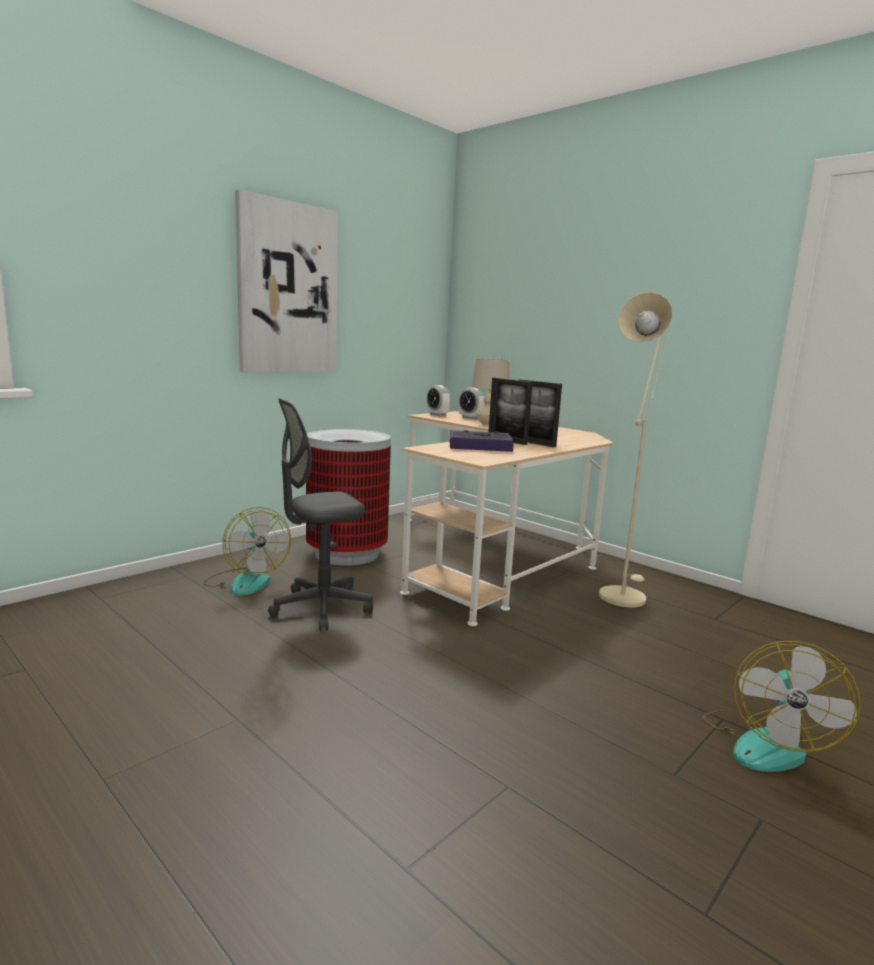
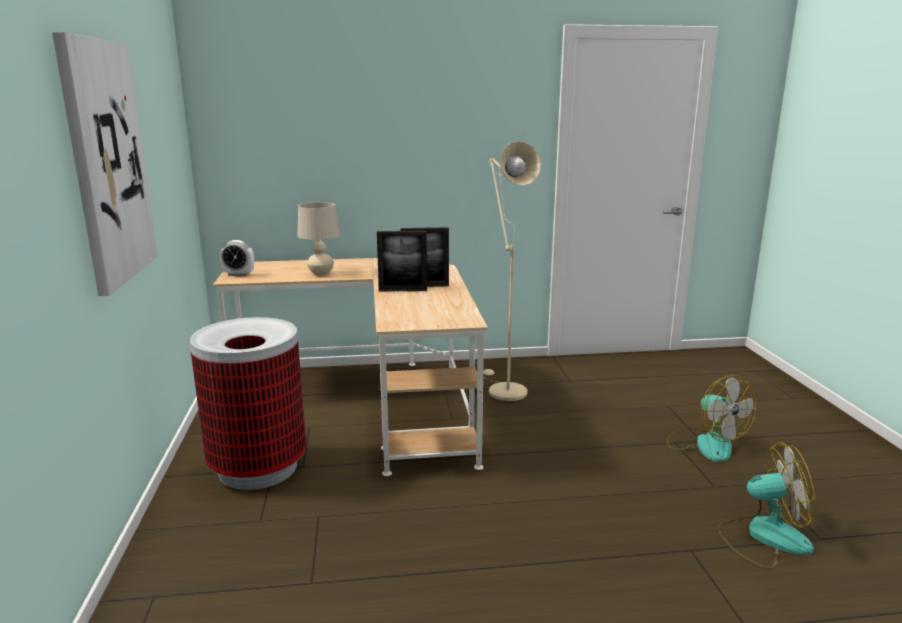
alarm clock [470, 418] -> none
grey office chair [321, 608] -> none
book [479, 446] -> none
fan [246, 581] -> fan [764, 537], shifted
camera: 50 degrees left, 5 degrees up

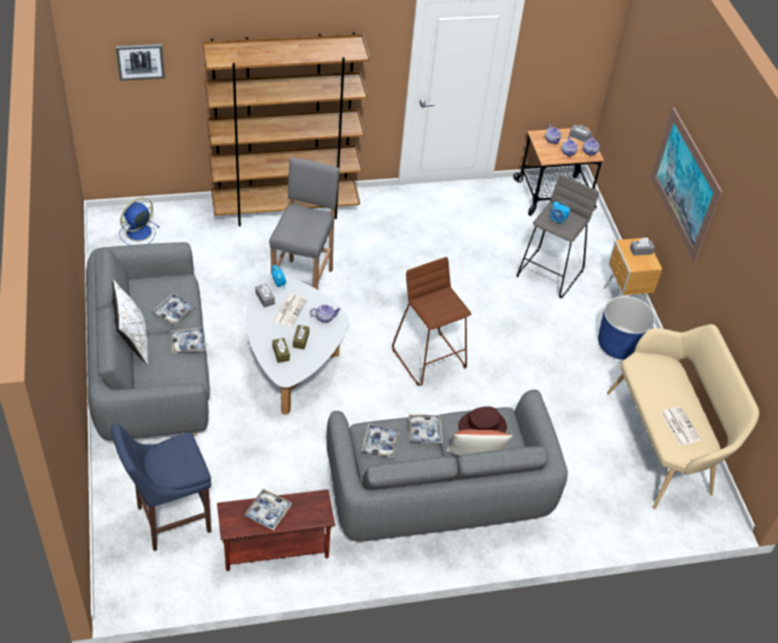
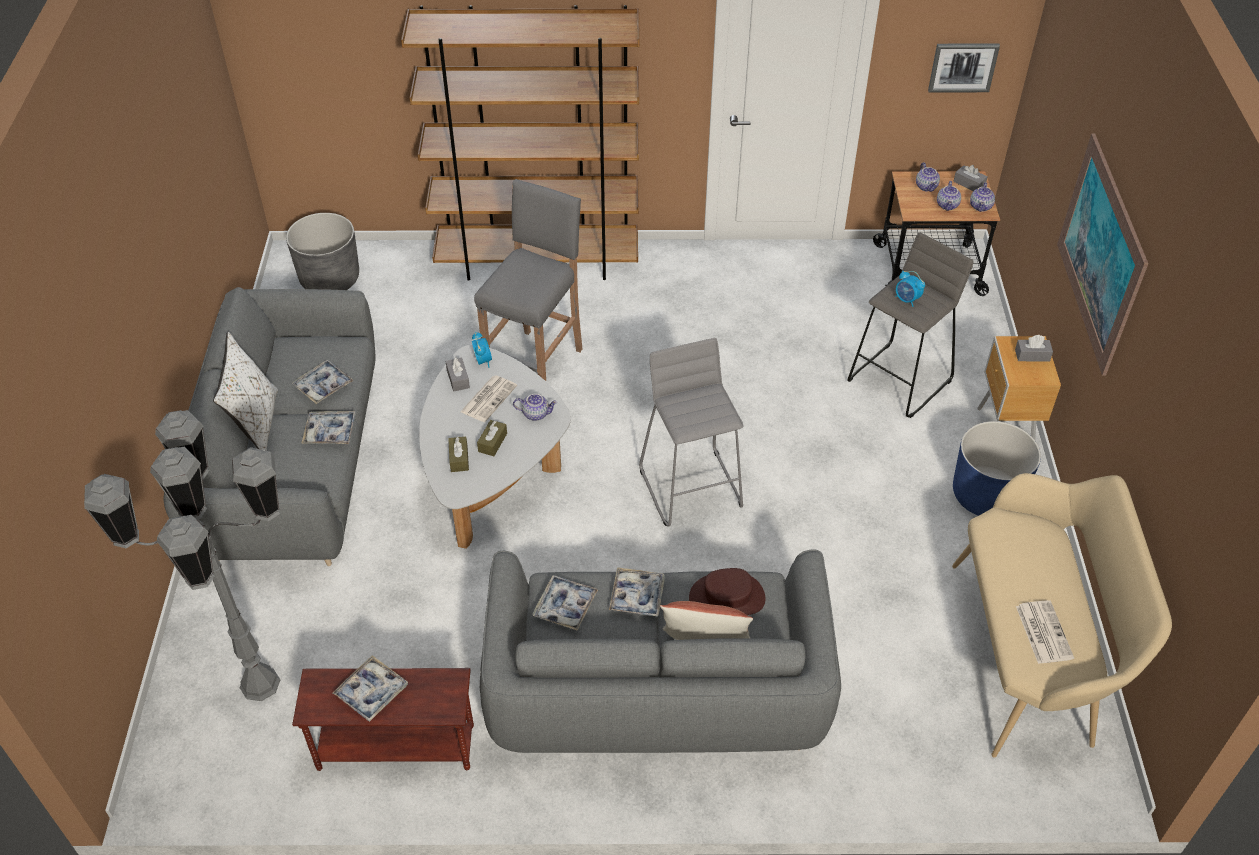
picture [140, 61] -> picture [963, 67], shifted
blue fan [138, 233] -> grey planter [330, 279]
brown stool [429, 358] -> grey stool [691, 487]
blue stool [169, 520] -> grey floor lamp [259, 683]
camera: 15 degrees right, 0 degrees up

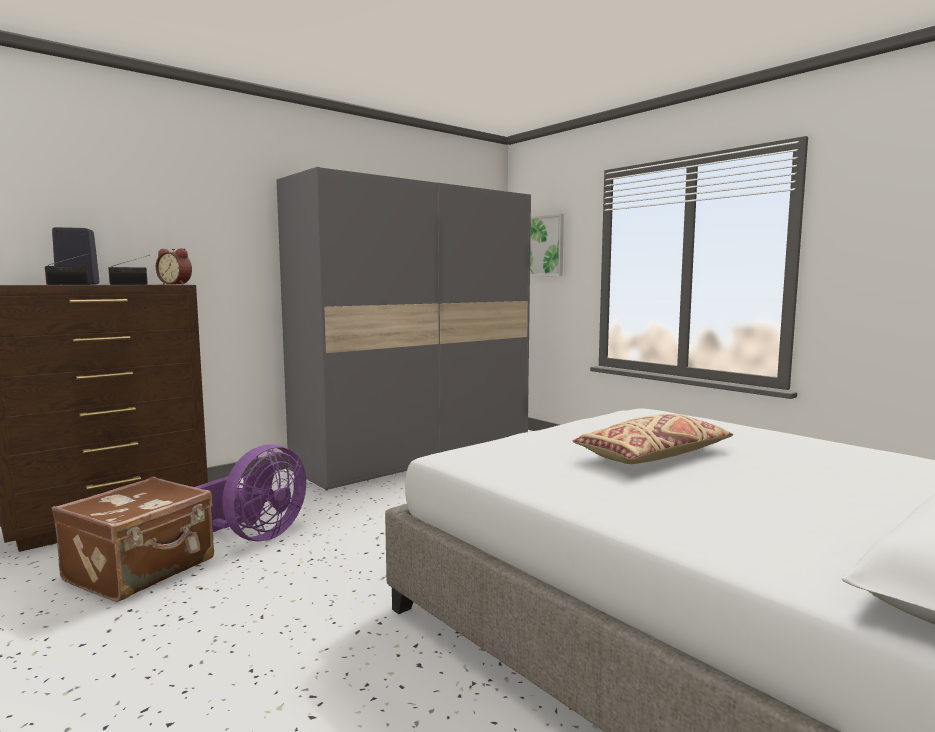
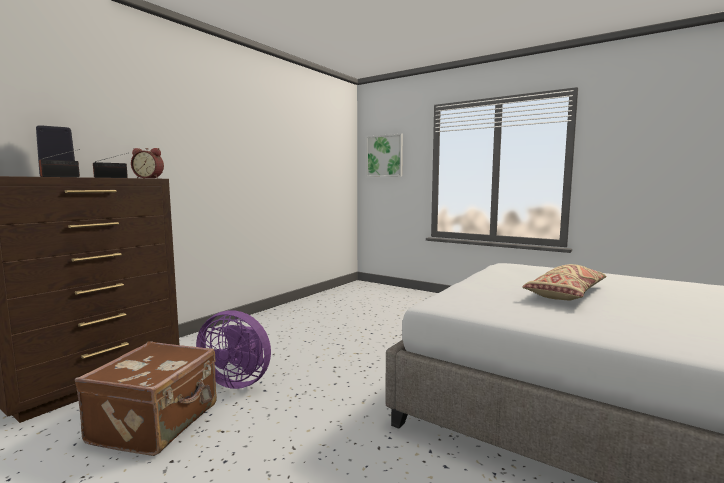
grey wardrobe [417, 455] -> none
purple fan [257, 536] -> purple fan [238, 381], 90 degrees clockwise
camera: 15 degrees left, 0 degrees up

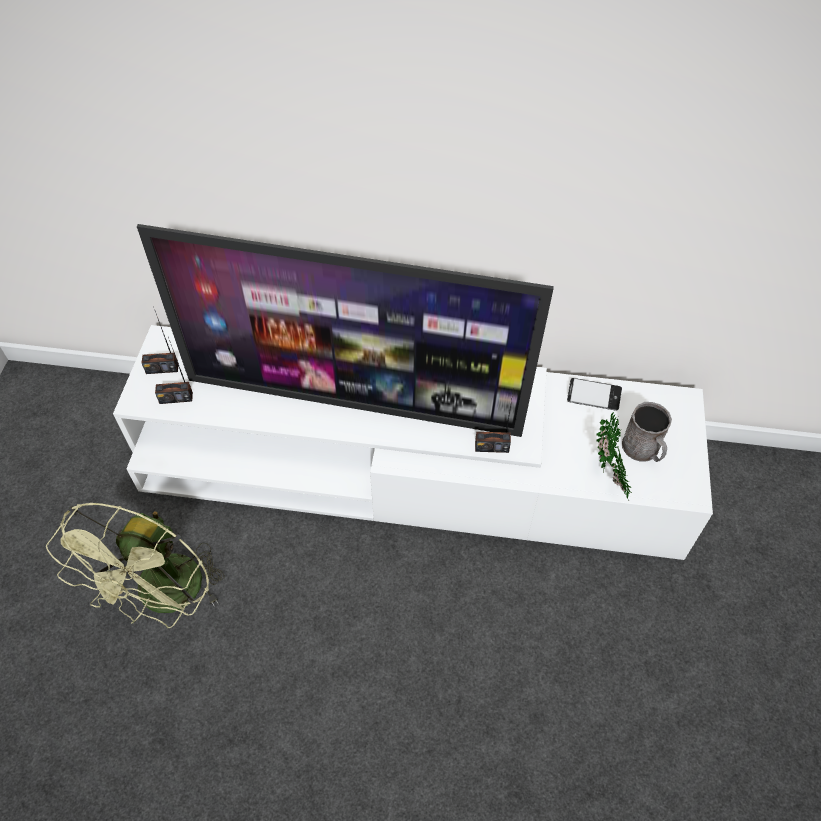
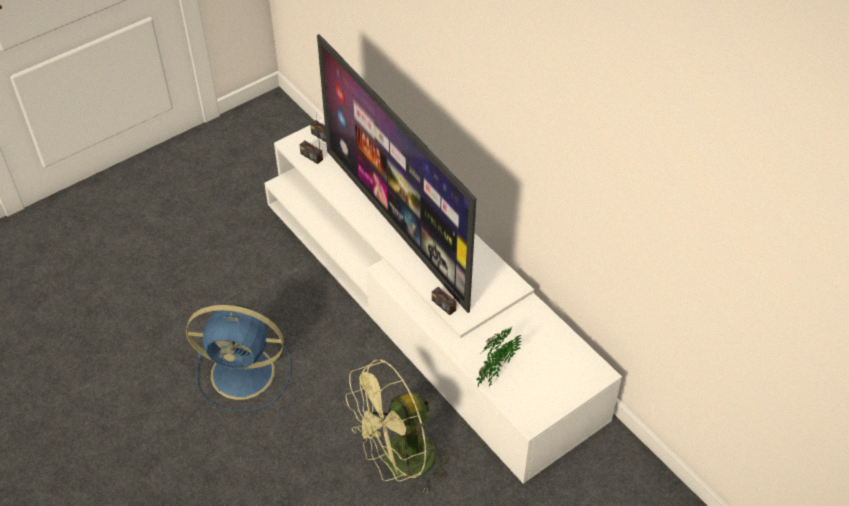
phone [593, 397] -> none
grey mug [643, 450] -> none
green fan [166, 599] -> green fan [399, 463], shifted
none -> blue fan [246, 373]
camera: 45 degrees right, 5 degrees down

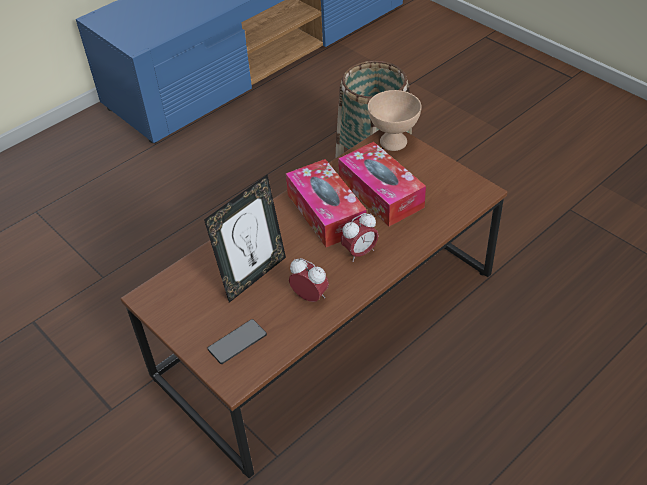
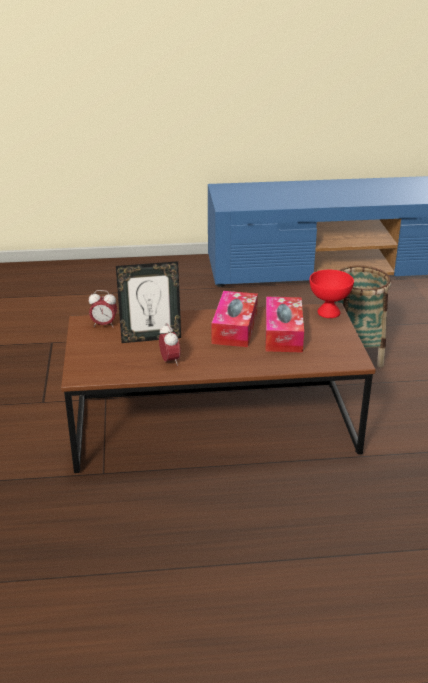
beige bowl [392, 142] -> red bowl [328, 312]
alarm clock [359, 252] -> alarm clock [104, 325], shifted
phone [237, 342] -> none
camera: 35 degrees right, 15 degrees down

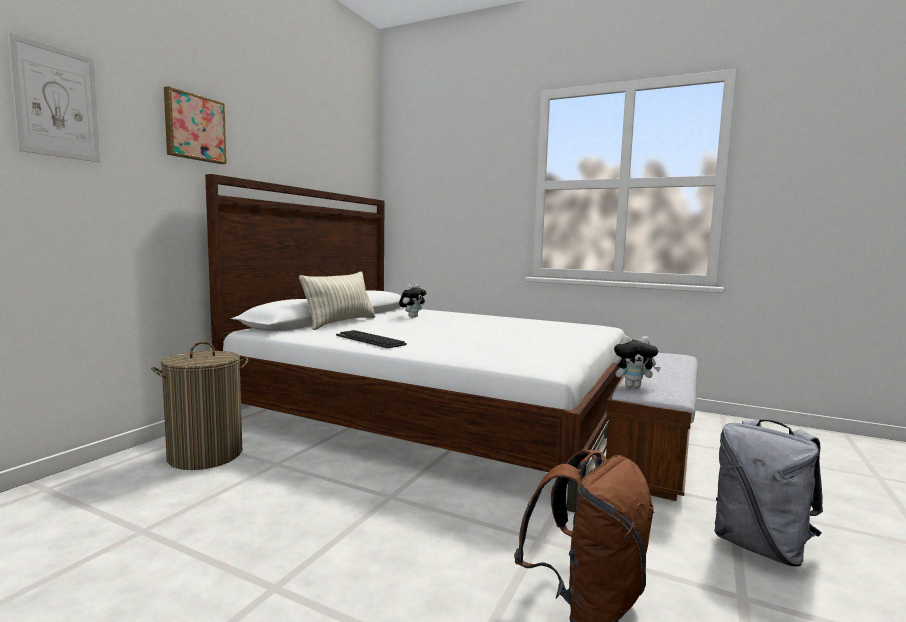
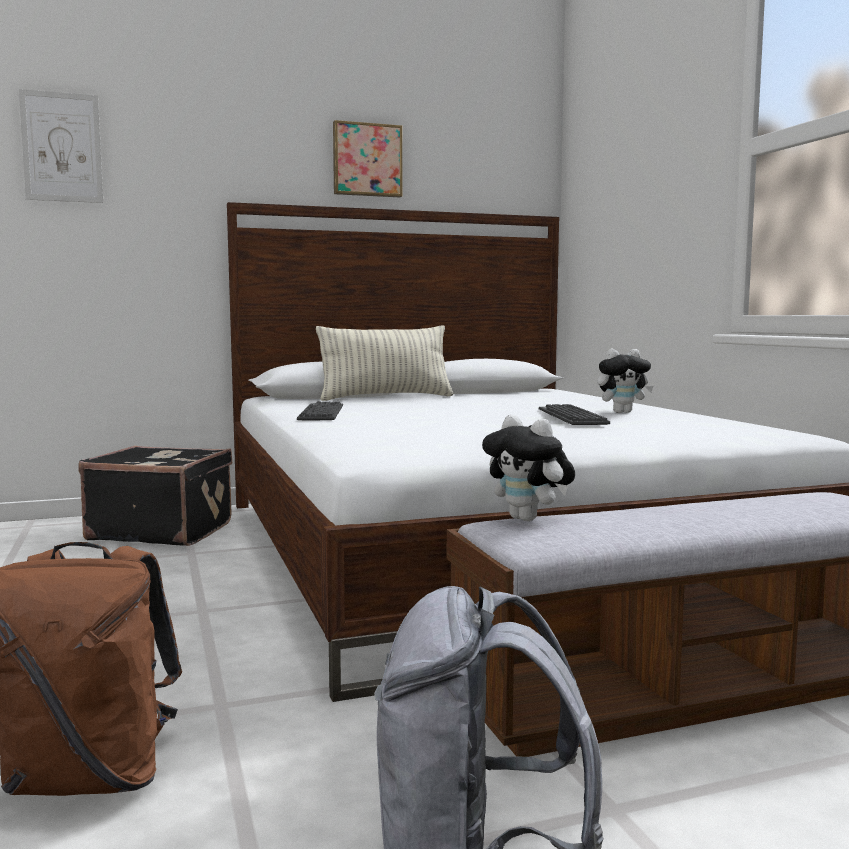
picture [194, 128] -> picture [367, 160], shifted
plush toy [412, 316] -> plush toy [622, 412], shifted
laundry basket [205, 455] -> black suitcase [161, 531]
none -> keyboard [571, 416]
camera: 45 degrees right, 0 degrees up

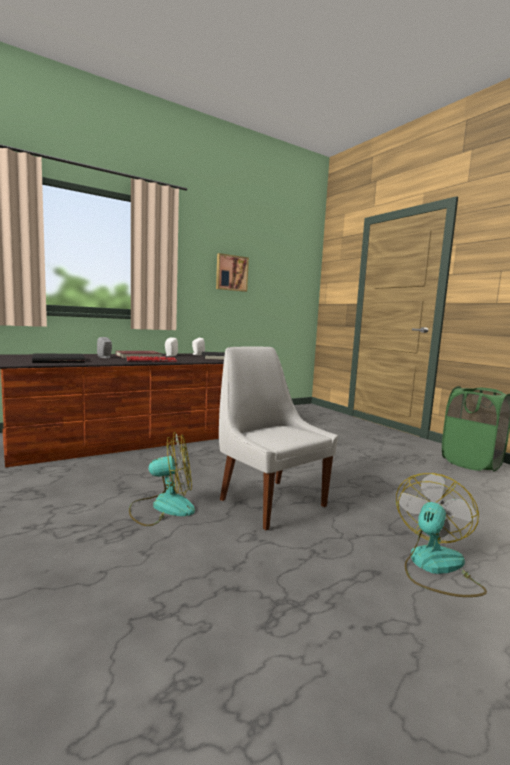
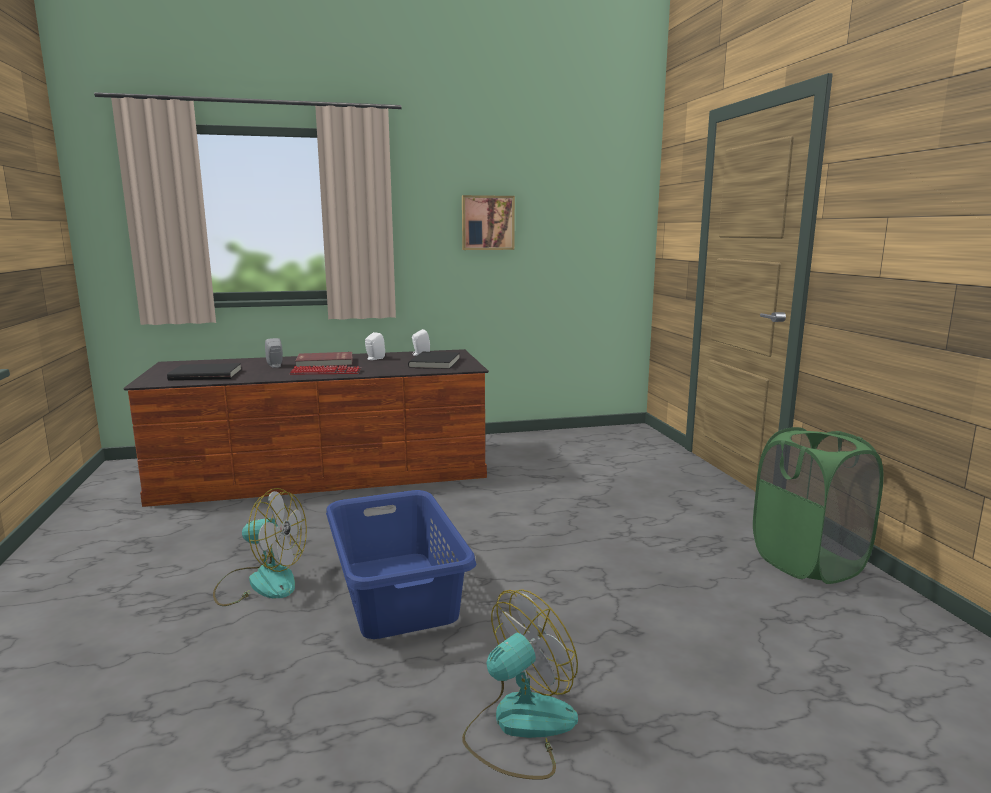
white chair [269, 501] -> blue laundry basket [398, 592]
camera: 20 degrees right, 5 degrees up

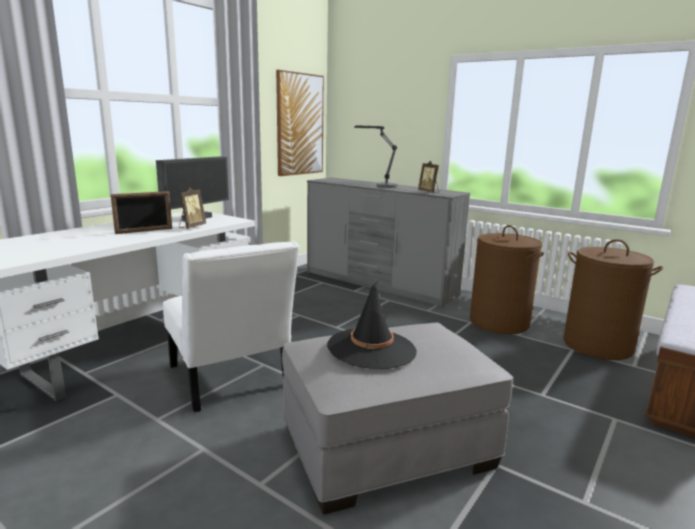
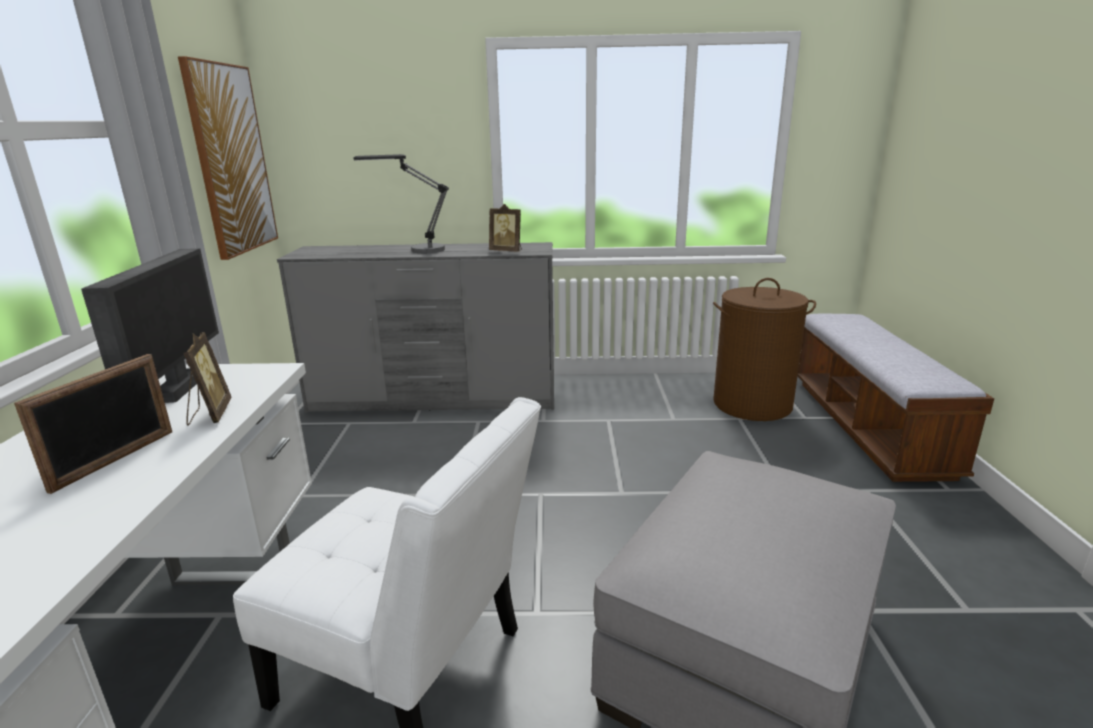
brown laundry basket [499, 322] -> none
black hat [371, 348] -> none
camera: 35 degrees left, 5 degrees up

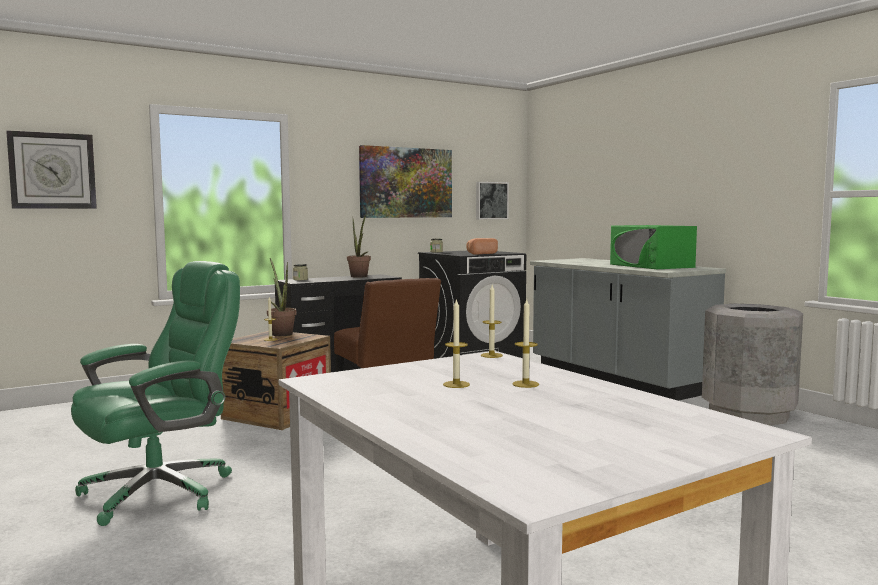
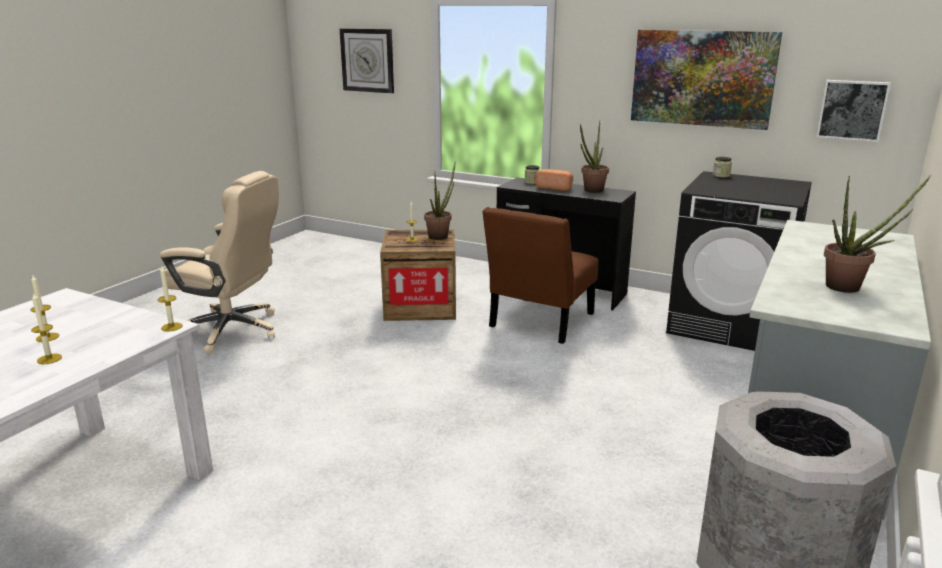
green microwave [651, 266] -> potted plant [850, 287]
bread [480, 254] -> bread [555, 188], shifted
green office chair [161, 492] -> beige office chair [232, 330]
camera: 60 degrees right, 15 degrees up

